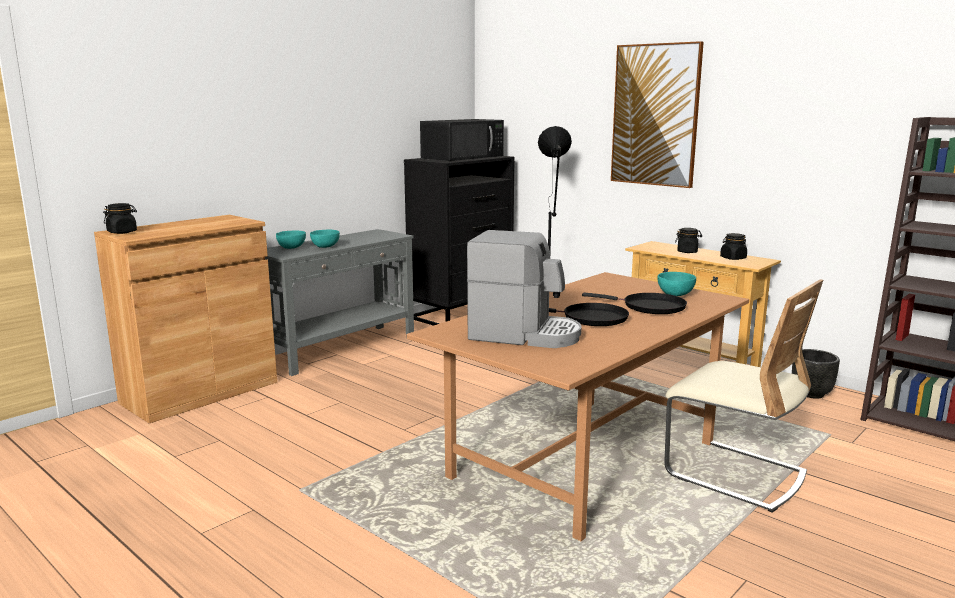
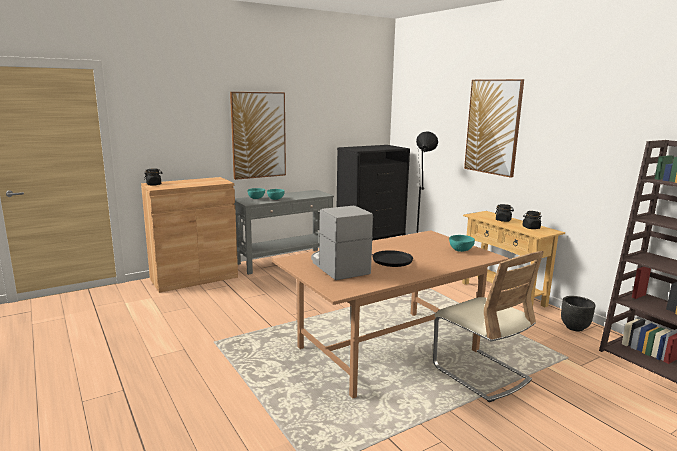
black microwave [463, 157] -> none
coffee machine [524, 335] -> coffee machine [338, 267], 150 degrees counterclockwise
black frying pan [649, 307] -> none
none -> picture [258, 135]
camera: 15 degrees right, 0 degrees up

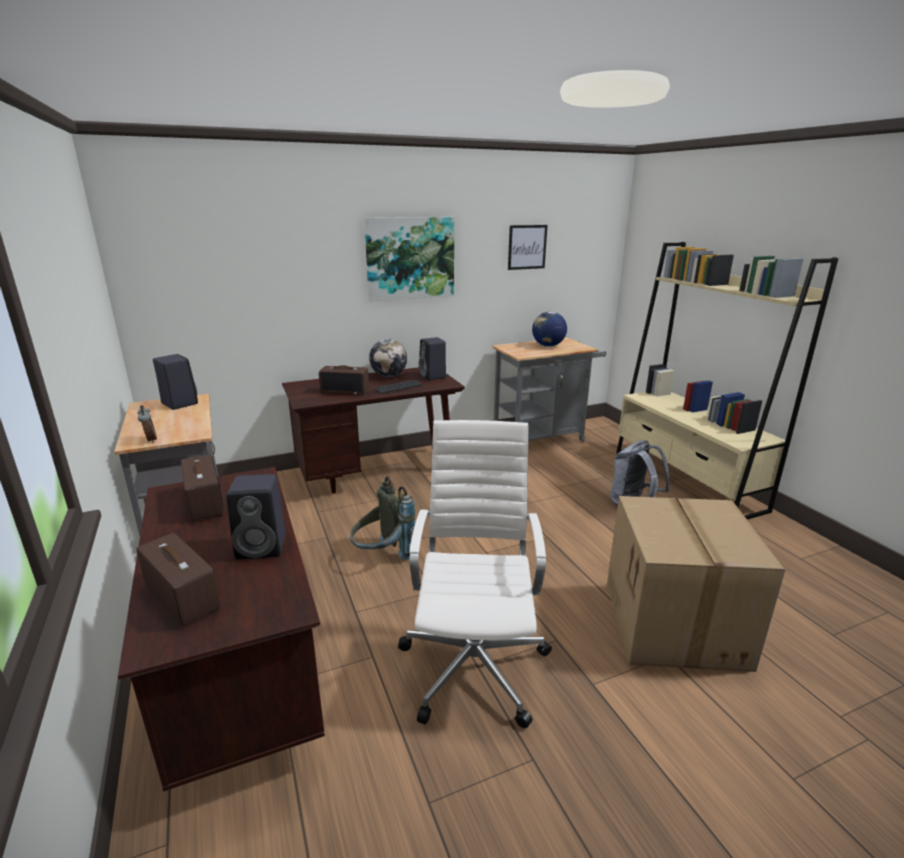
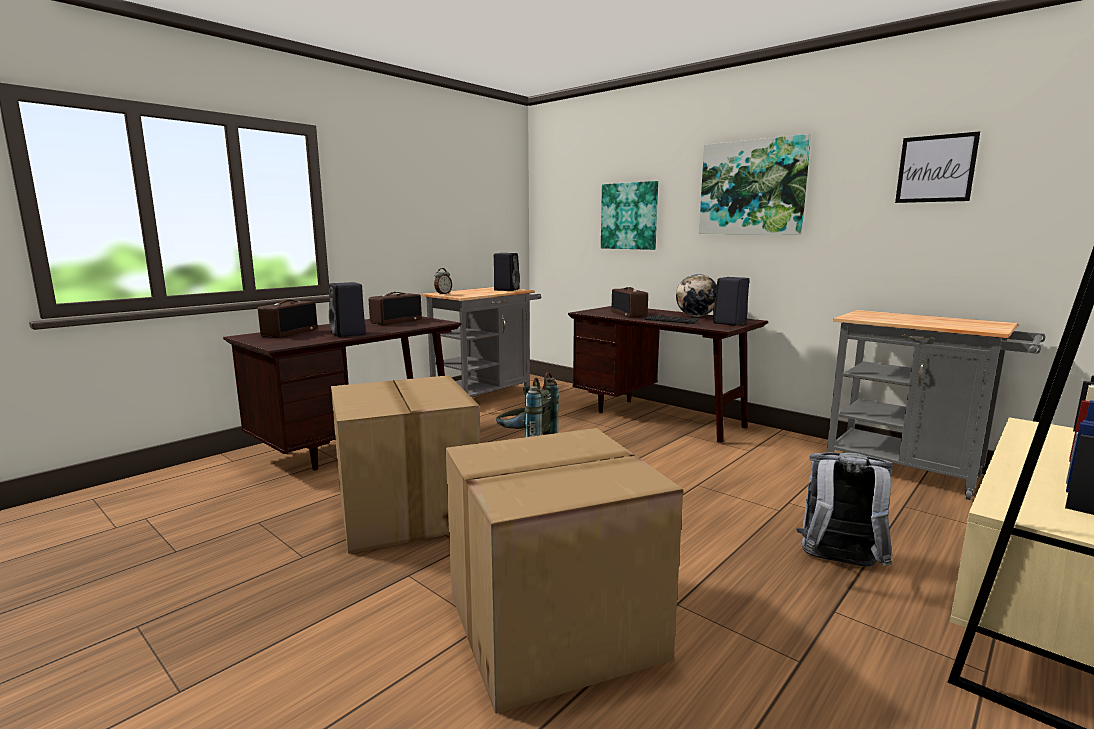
globe [548, 346] -> none
white office chair [474, 663] -> cardboard box [409, 512]
none -> picture [629, 216]
camera: 65 degrees right, 10 degrees down

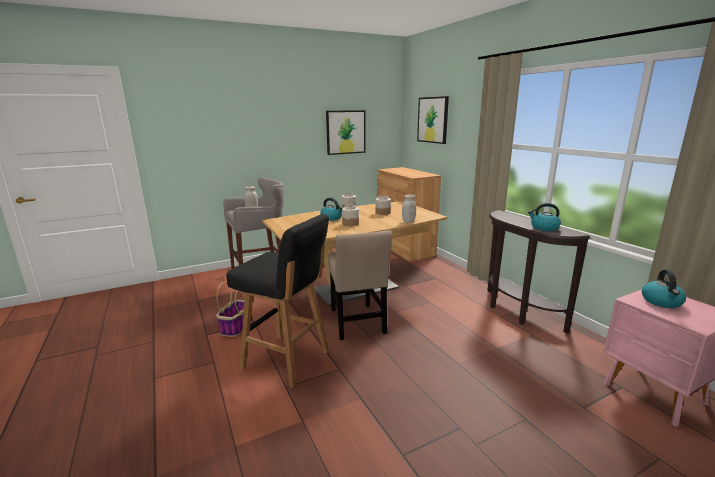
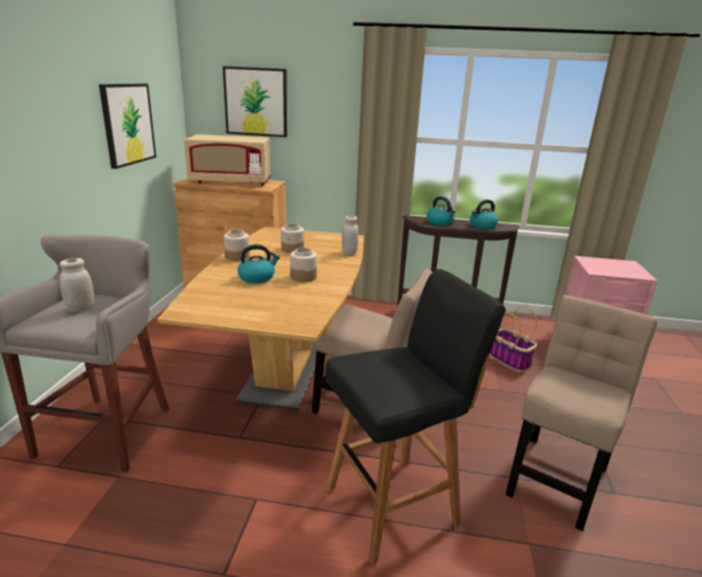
kettle [662, 302] -> kettle [440, 222], shifted
basket [236, 327] -> basket [510, 360], shifted
none -> beige microwave [231, 182]
none -> beige chair [557, 476]
camera: 55 degrees left, 5 degrees up

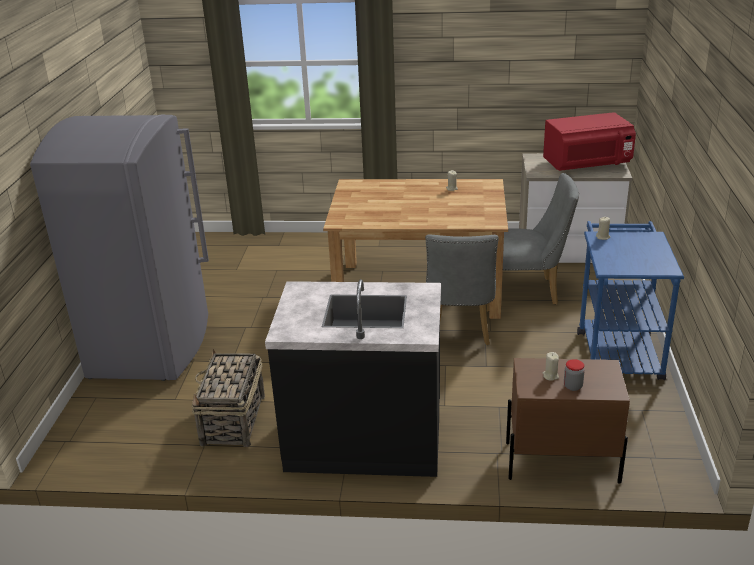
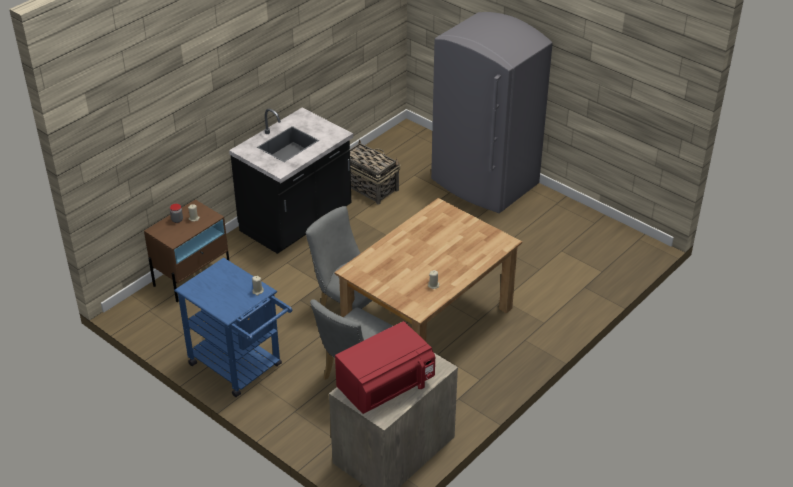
red microwave [586, 164] -> red microwave [386, 387], 150 degrees counterclockwise
camera: 125 degrees right, 10 degrees up

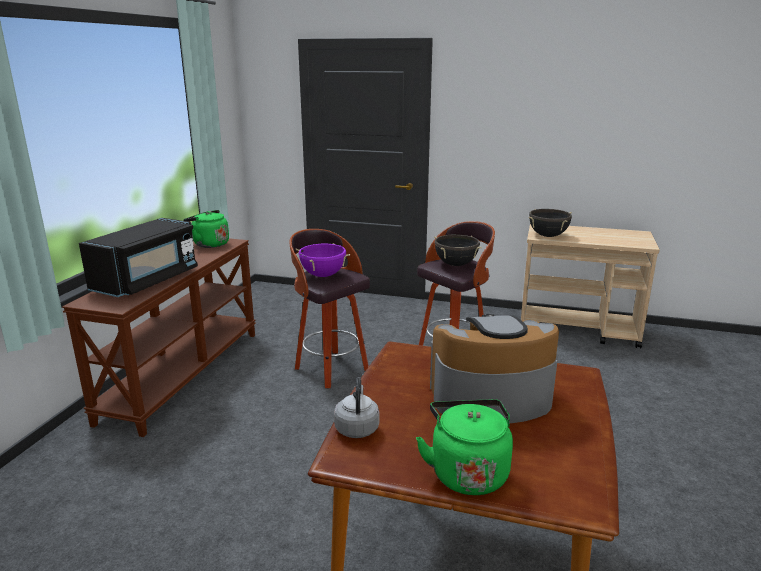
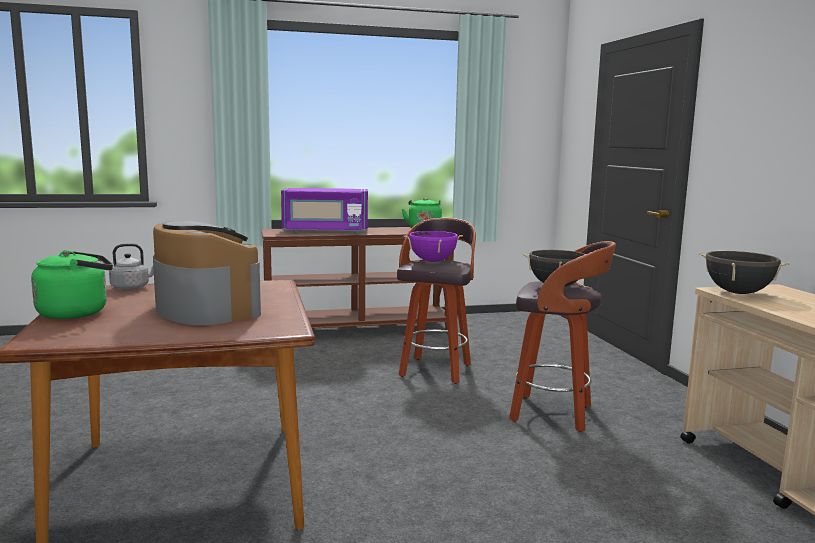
black microwave [147, 281] -> purple microwave [325, 231]
camera: 60 degrees right, 10 degrees down

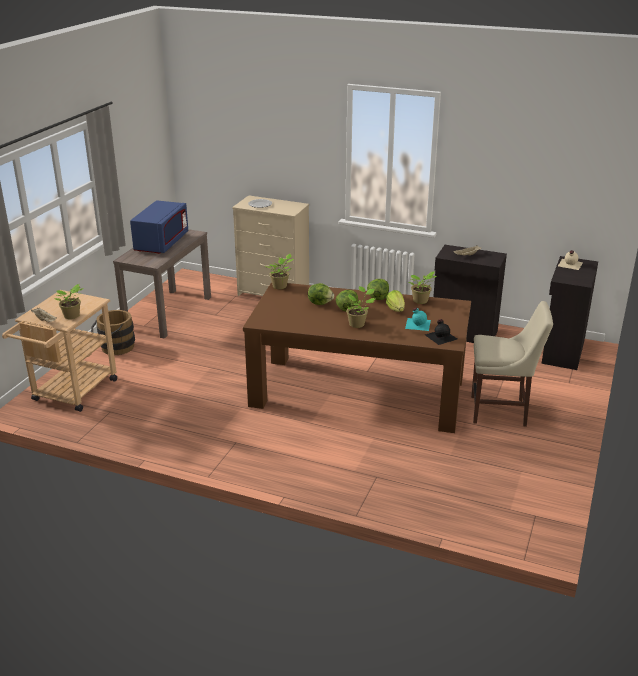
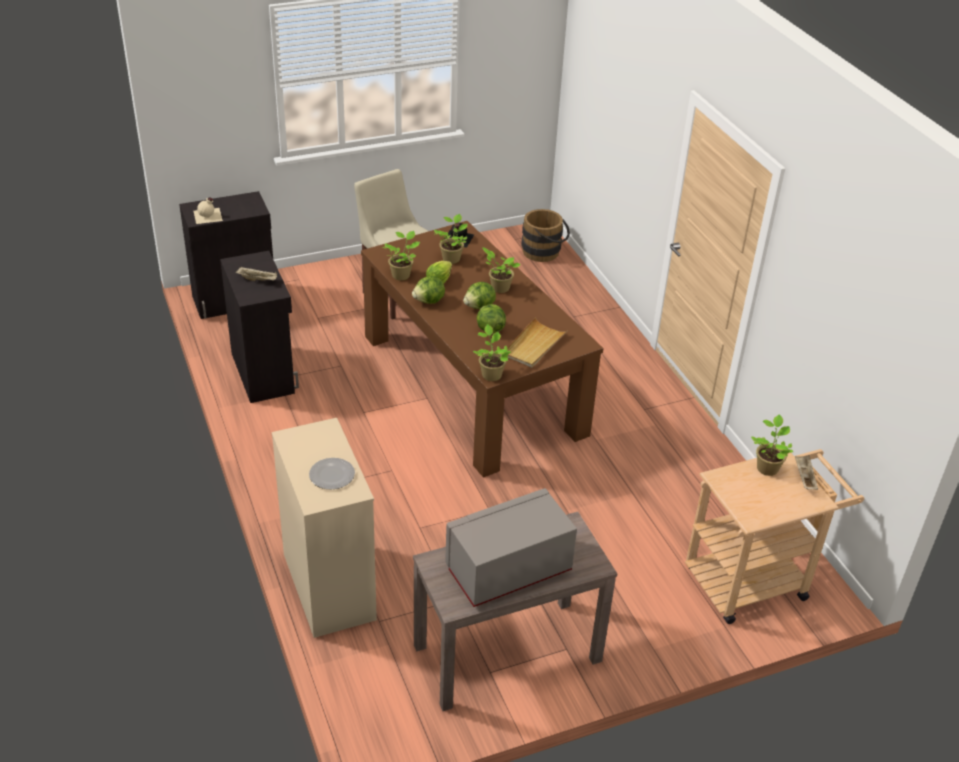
blue microwave [162, 243] -> grey microwave [508, 570]
turquoise bottle [417, 324] -> potted plant [451, 258]
brown bucket [114, 348] -> brown bucket [544, 252], shifted
none -> beige tray [534, 345]
camera: 135 degrees left, 10 degrees up

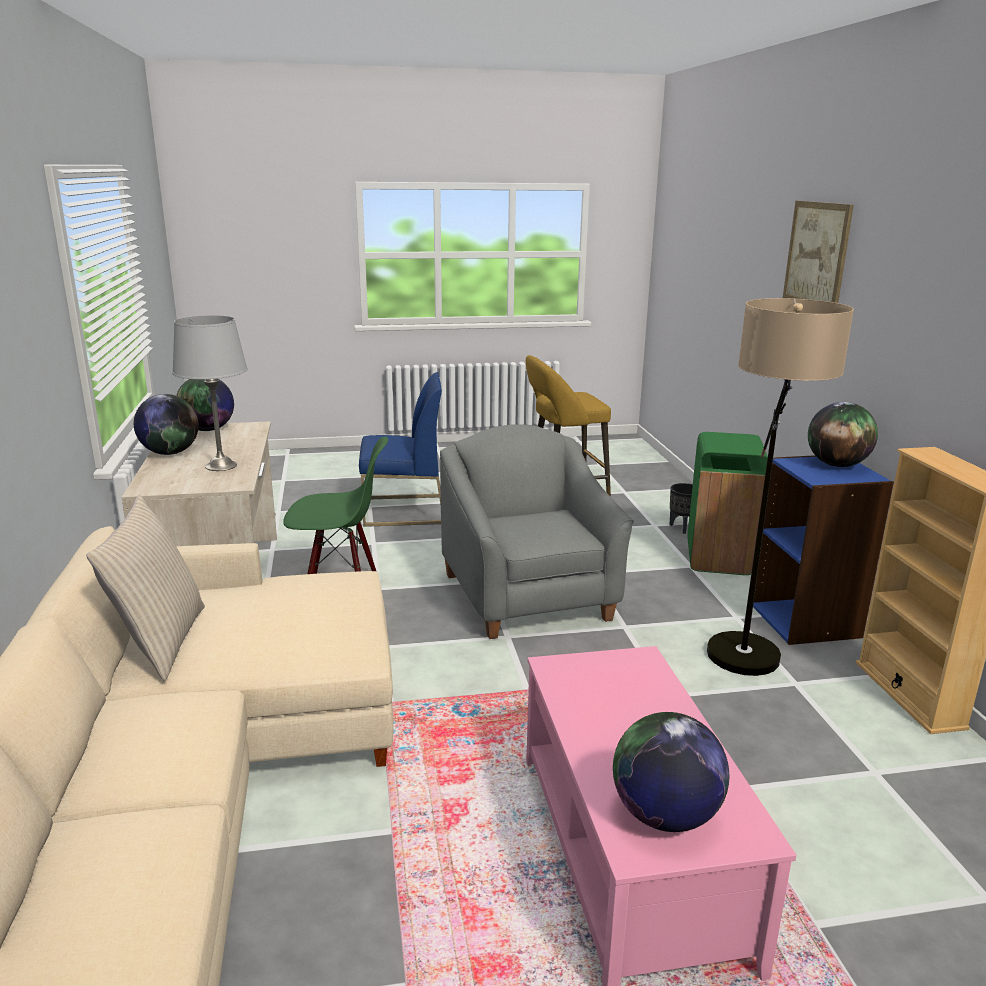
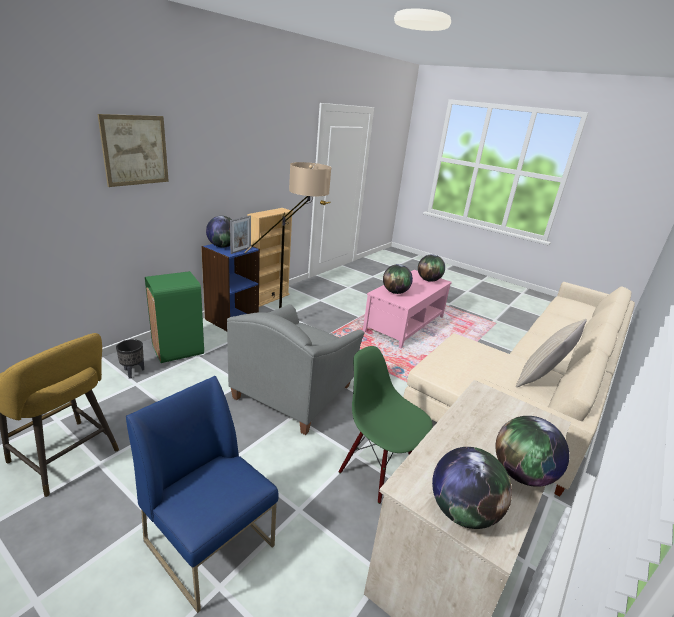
grey table lamp [220, 466] -> none
none -> picture frame [240, 250]
none -> globe [395, 292]
camera: 135 degrees left, 5 degrees up

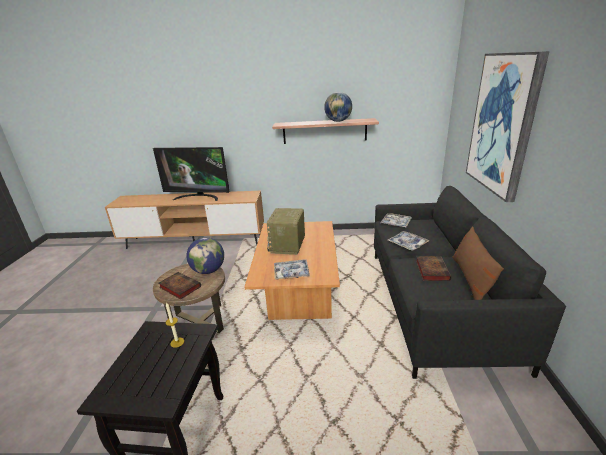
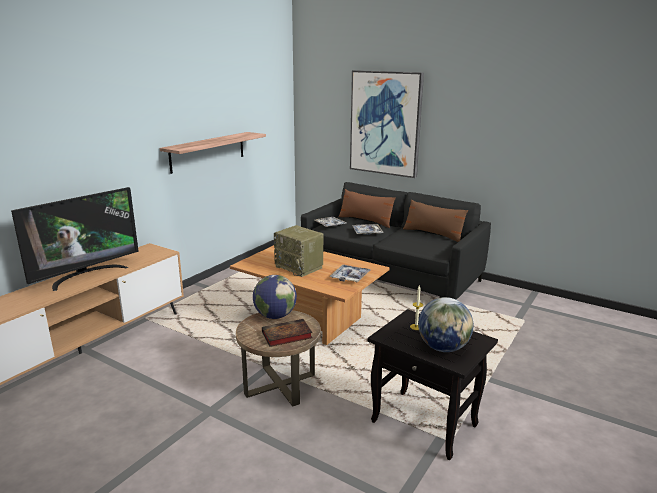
globe [338, 121] -> globe [443, 348], shifted
book [431, 269] -> none
none -> brown pillow [366, 221]
camera: 60 degrees left, 5 degrees down

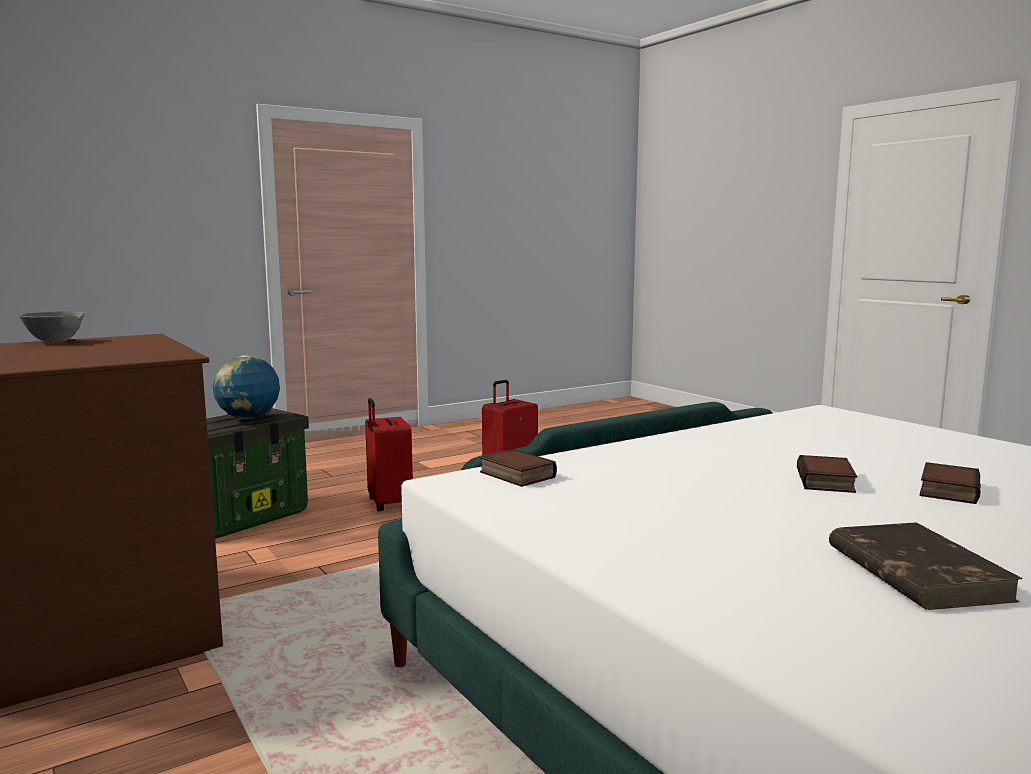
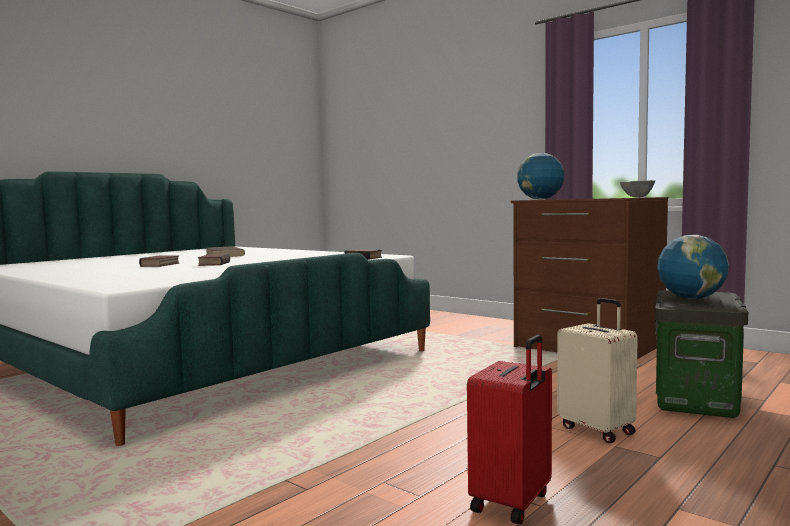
red suitcase [388, 504] -> beige suitcase [597, 430]
none -> globe [540, 199]
camera: 165 degrees right, 5 degrees down

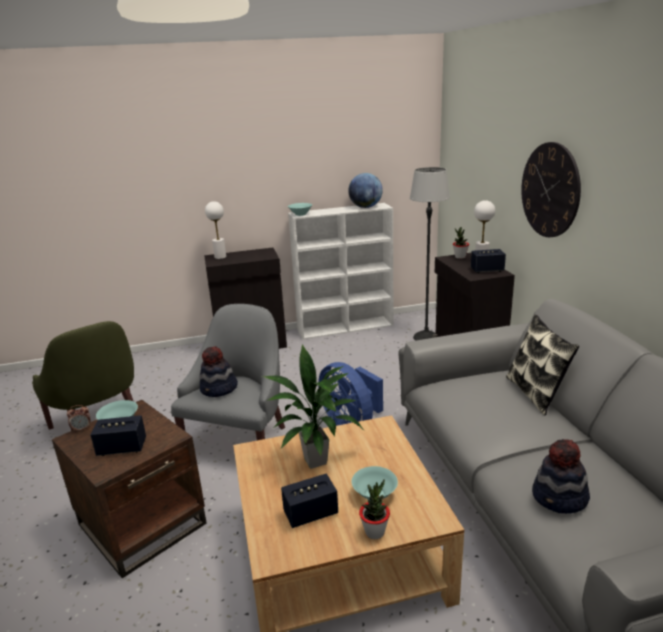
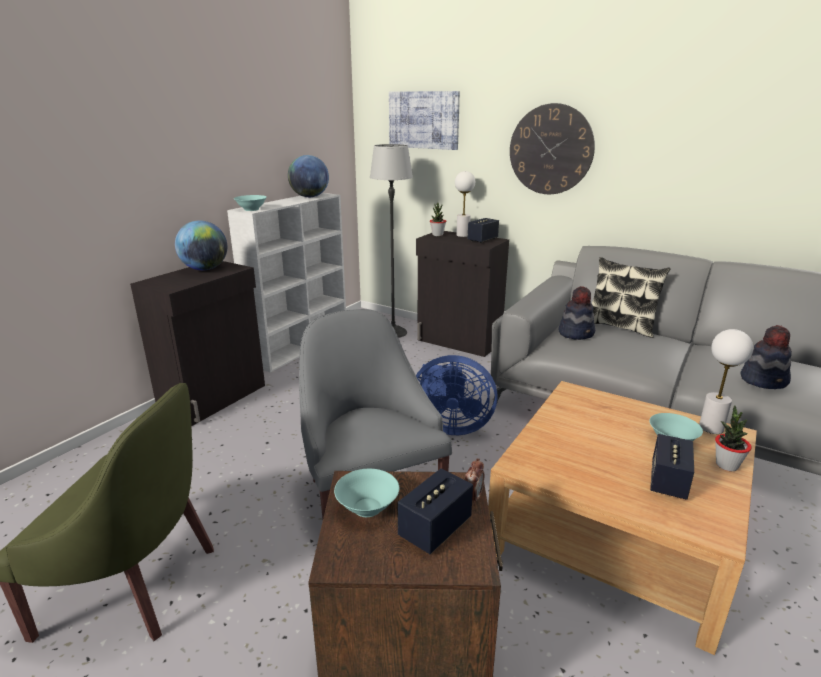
white table lamp [220, 257] -> white table lamp [711, 427], shifted
potted plant [315, 462] -> none
hat [219, 389] -> hat [576, 333], shifted
alarm clock [82, 429] -> alarm clock [472, 498], shifted
none -> picture [423, 120]
none -> globe [205, 269]
camera: 45 degrees left, 0 degrees up

